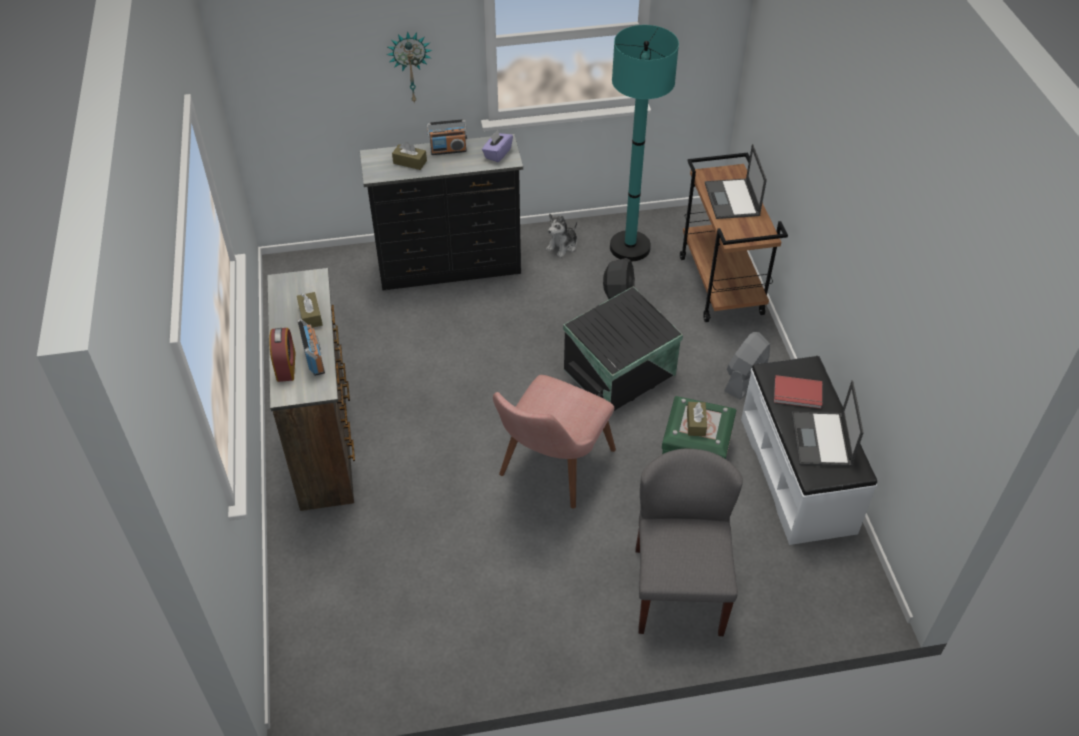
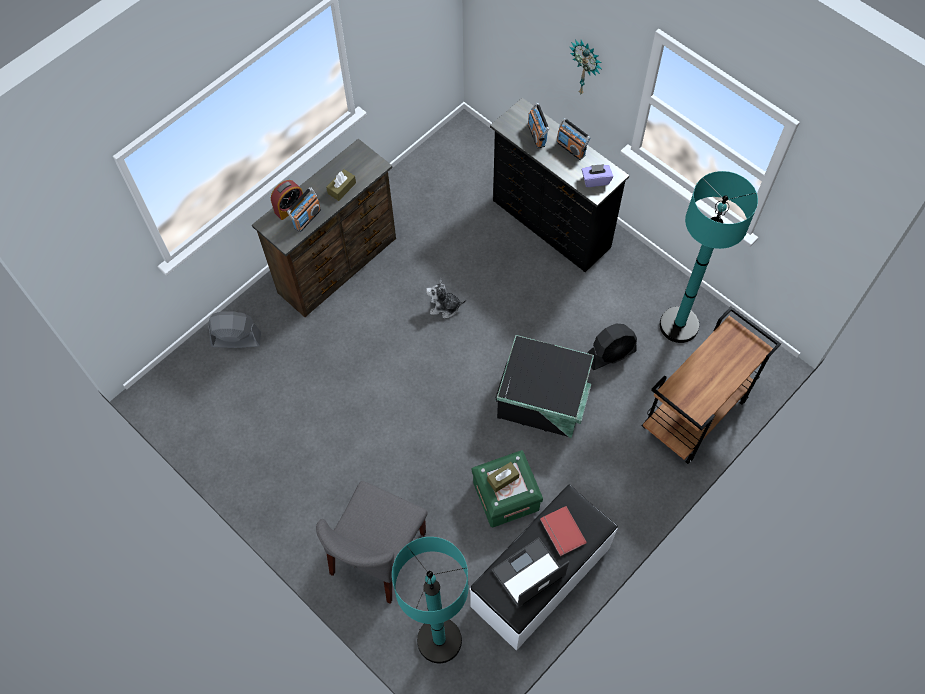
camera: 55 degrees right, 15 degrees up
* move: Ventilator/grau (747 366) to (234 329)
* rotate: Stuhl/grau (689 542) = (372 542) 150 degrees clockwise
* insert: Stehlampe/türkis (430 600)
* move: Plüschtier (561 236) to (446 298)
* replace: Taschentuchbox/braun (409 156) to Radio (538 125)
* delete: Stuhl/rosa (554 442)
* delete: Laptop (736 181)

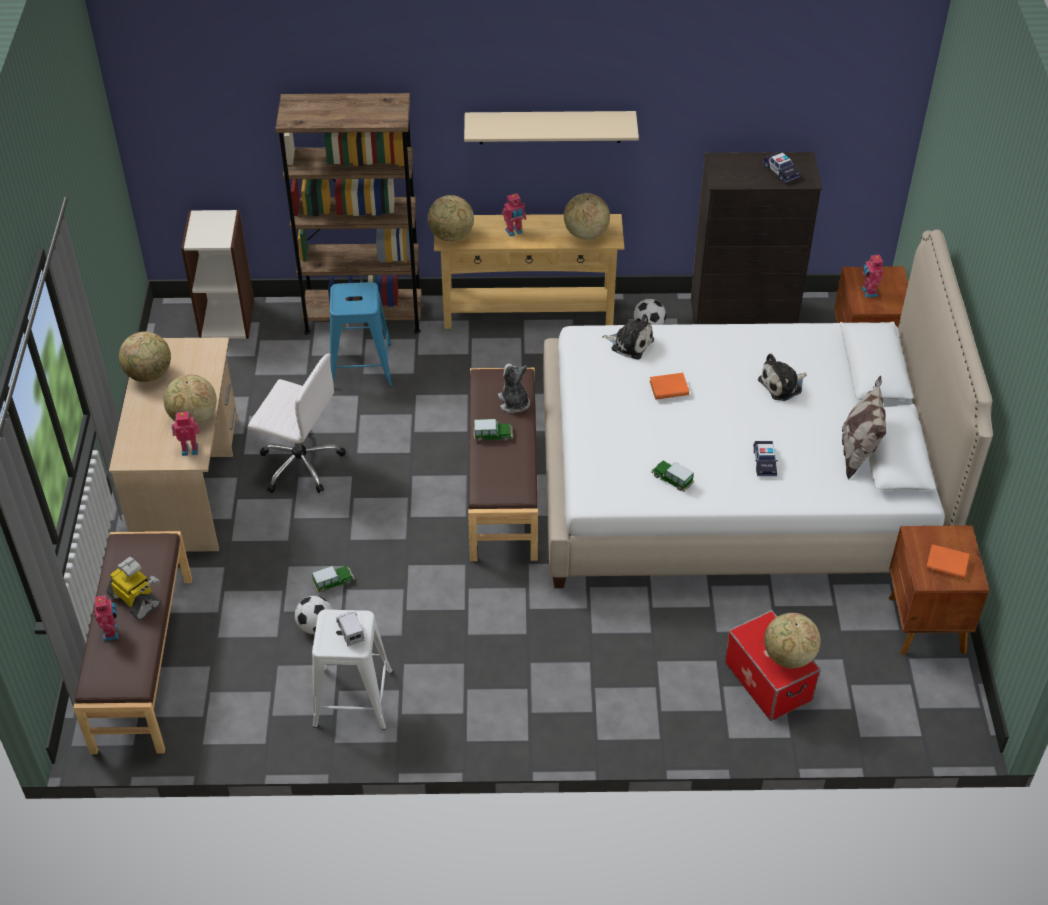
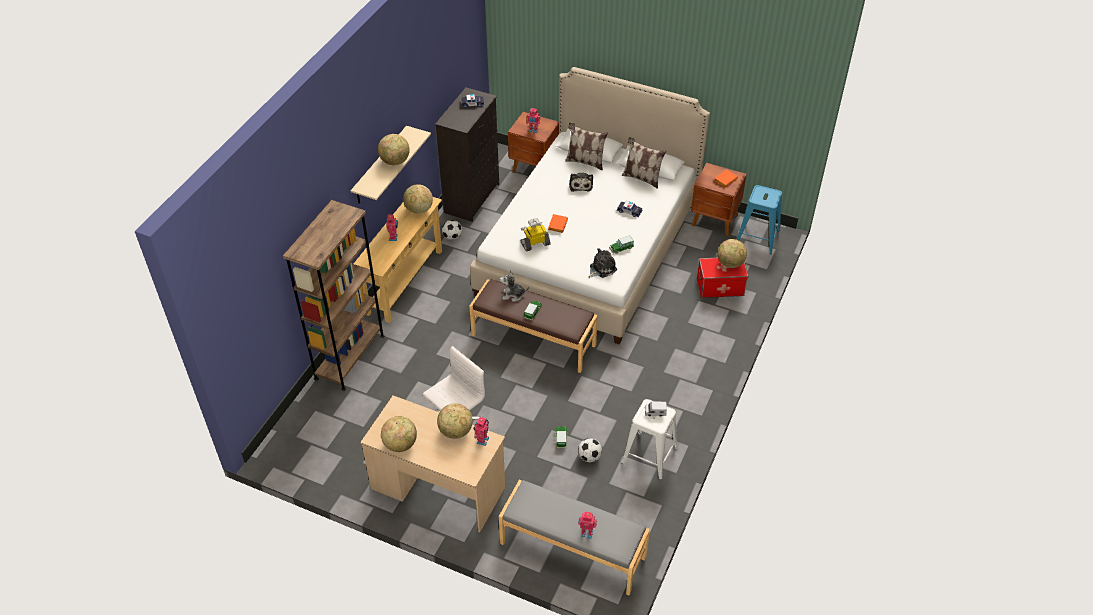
camera: 65 degrees left, 0 degrees up
* move: Globus (451 218) to (394 149)
* recolor: Bank/braun (132 642) to Bank/grau (574 537)
* move: Spielzeugroboter (134 588) to (536 235)
* insert: Kissen (586 146)
* move: Plüschtier (628 337) to (602 263)
* move: Hocker/blau (361 334) to (759 219)
* delete: Bücherregal (217 274)

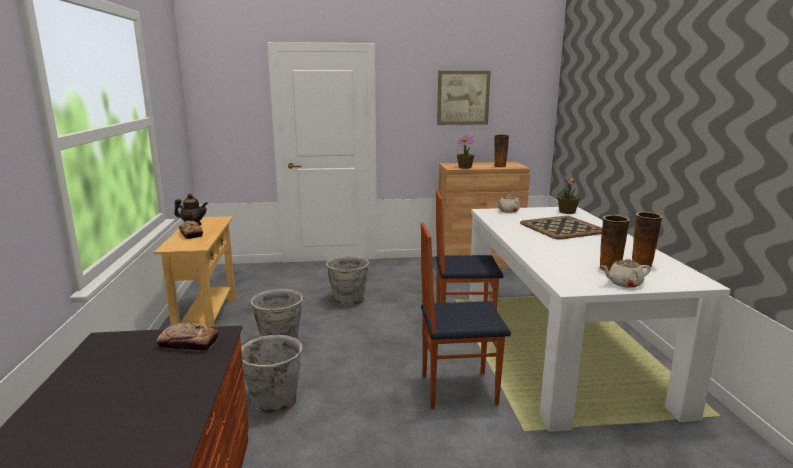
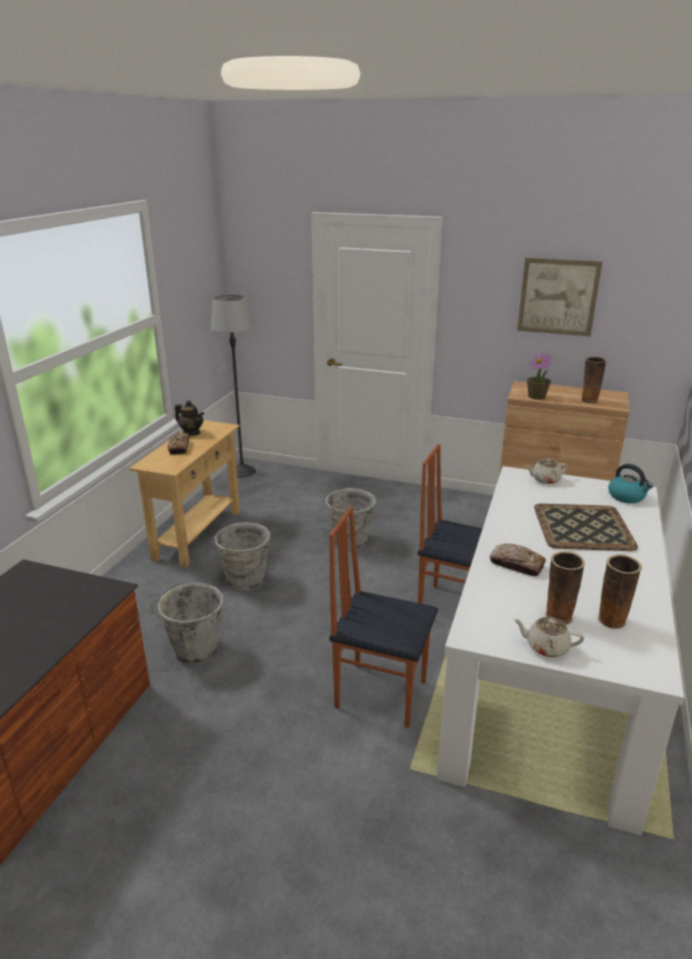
camera: 25 degrees right, 10 degrees up
* insert: Stehlampe (233 386)
* move: Brot (187 337) to (518 560)
* replace: Topfpflanze (569 194) to Wasserkessel (630 483)

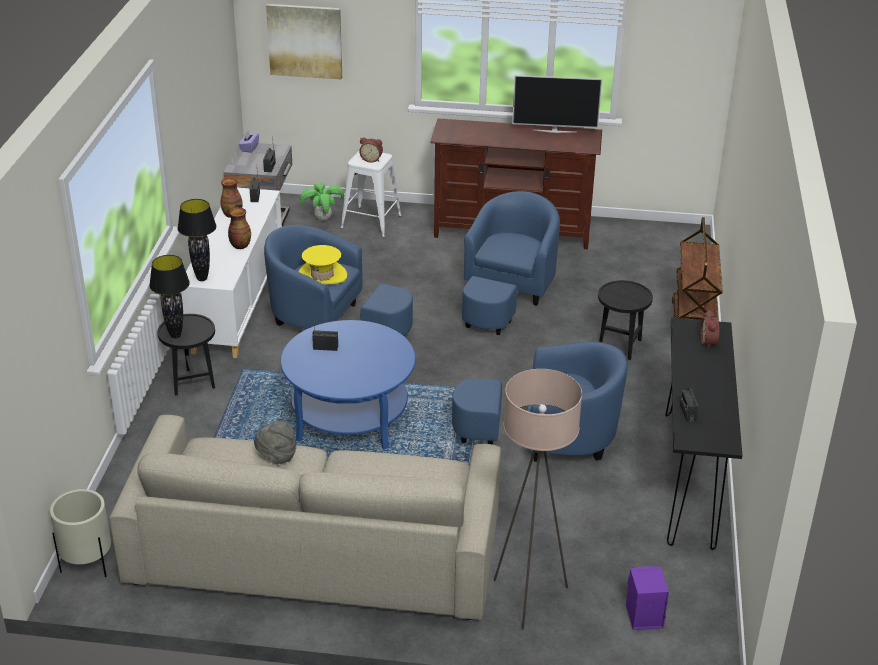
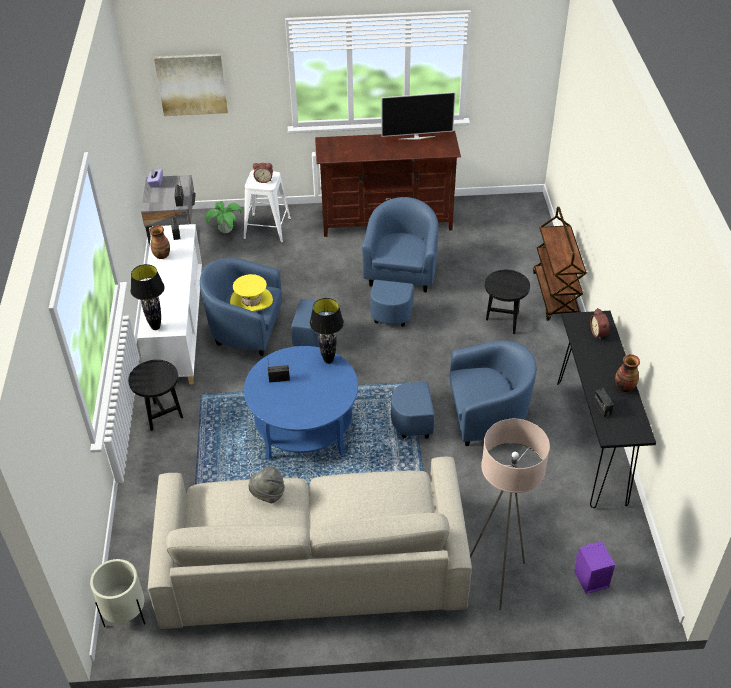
camera: 10 degrees left, 10 degrees up
* move: Tischlampe/schwarz (169 296) to (327 331)
* move: Vase (239 228) to (627 373)

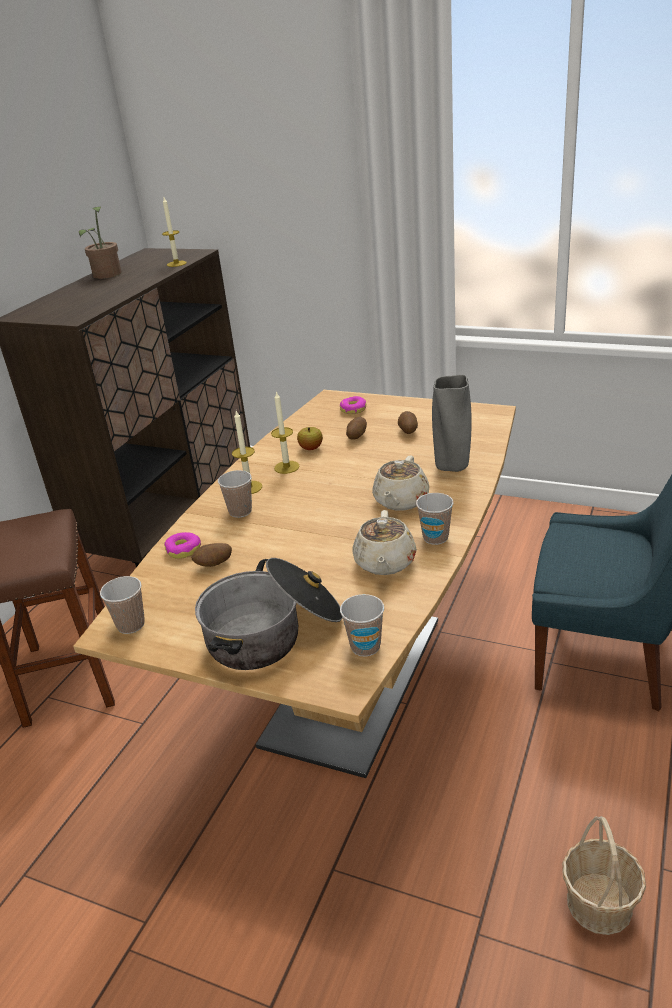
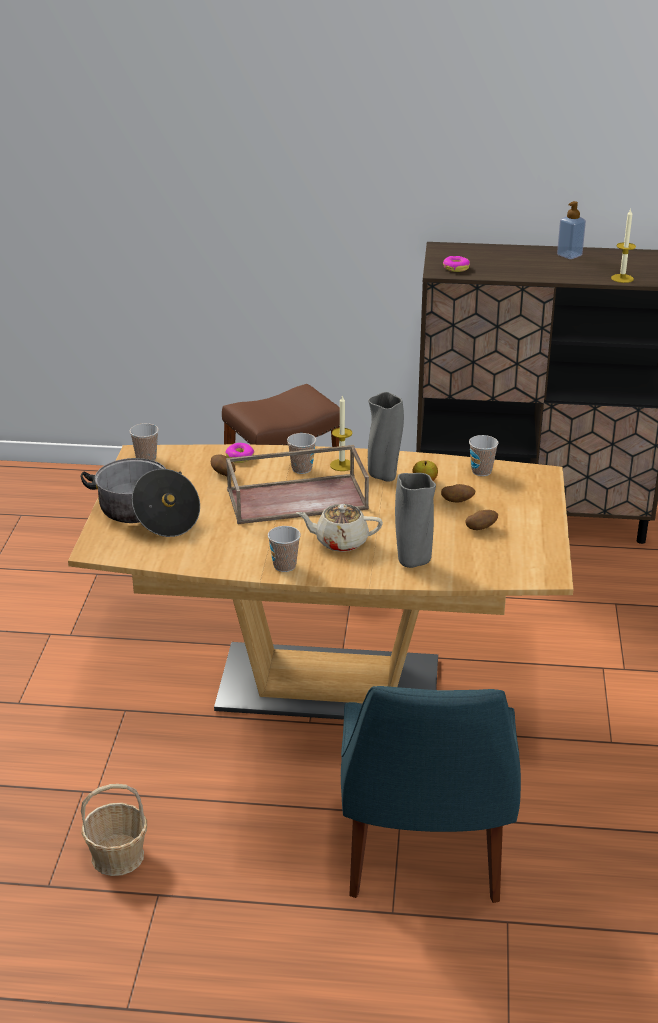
camera: 70 degrees right, 0 degrees up
* insert: Tablett/braun (297 484)
* replace: Kerze (285 432) to Vase/grau (386 437)
* move: Donut (353 405) to (456 264)
* move: Tasse (362 625) to (483 455)
* replace: Topfpflanze (100 243) to Seifenspender (571 230)
* delete: Teekanne/beige (384 542)

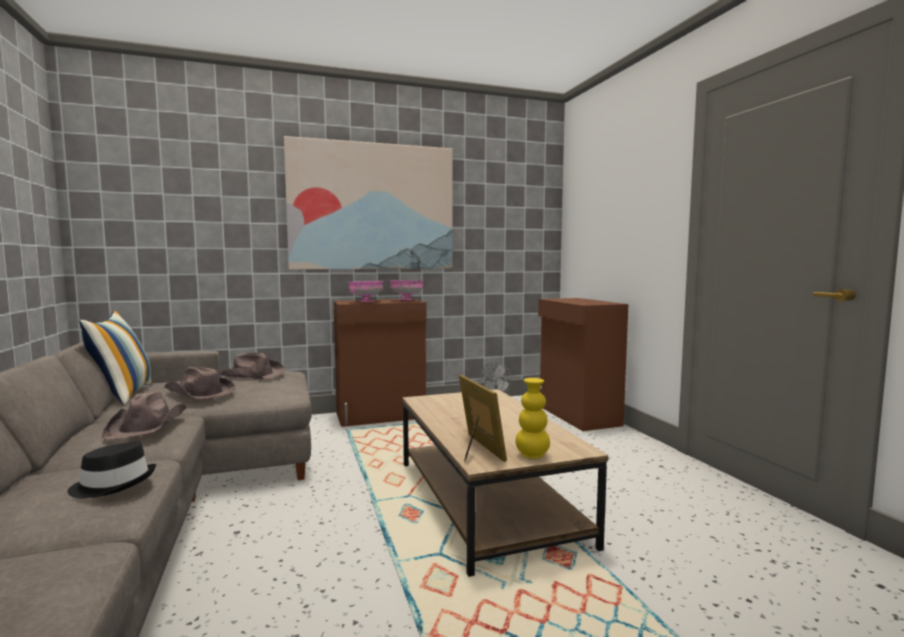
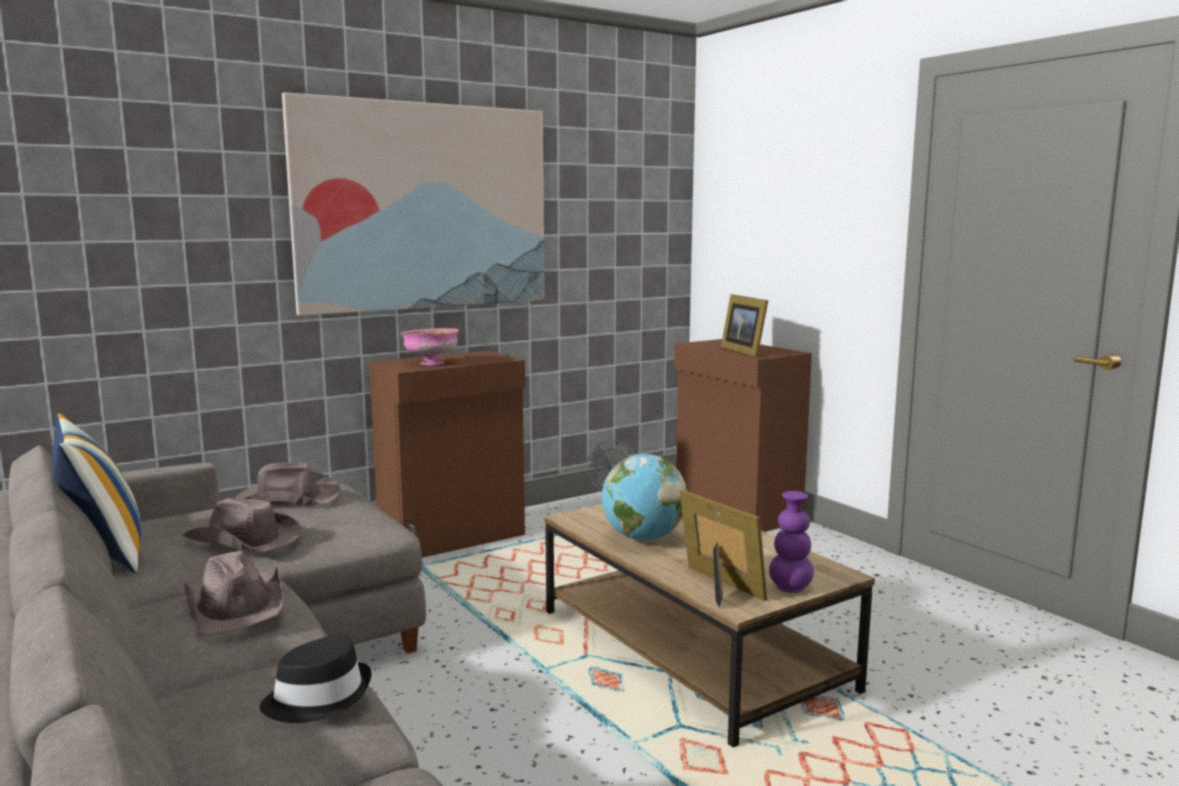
camera: 15 degrees left, 5 degrees up
* insert: Globus (644 497)
* insert: Bilderrahmen (744 326)
* recolor: Vase/gelb (532 418) to Vase/lila (791 542)
* delete: Schüssel/rosa (407 290)

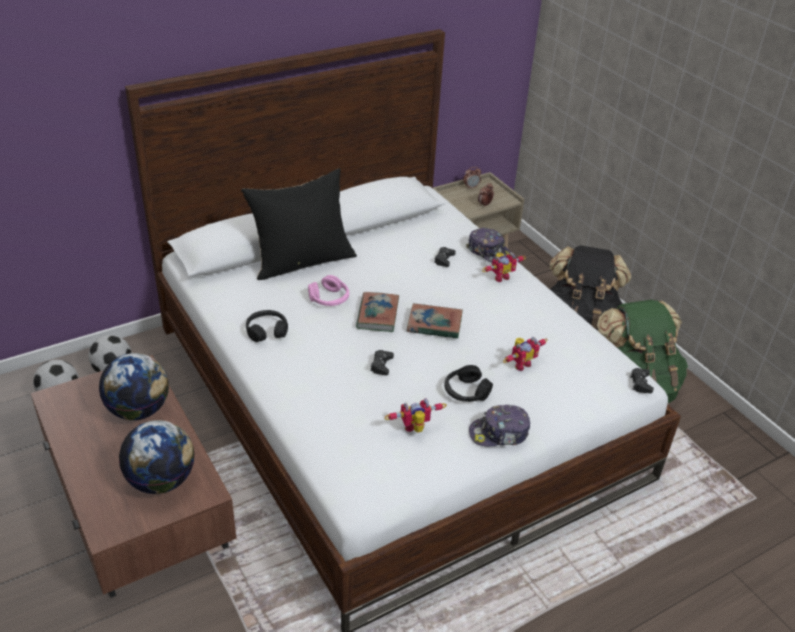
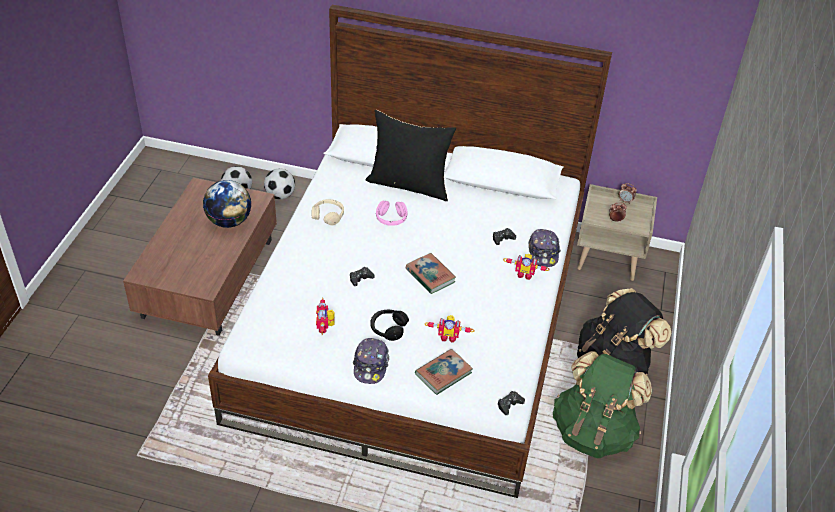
camera: 45 degrees right, 5 degrees up
* recolor: Kopfhörer/schwarz (267 326) to Kopfhörer/beige (327 212)
* rotate: Spielzeugroboter (415 415) = (325 316) 120 degrees counterclockwise
* rotate: Kappe (499 425) = (371 361) 120 degrees counterclockwise
* move: Buch (377 312) to (444 372)
* delete: Globus (157 457)

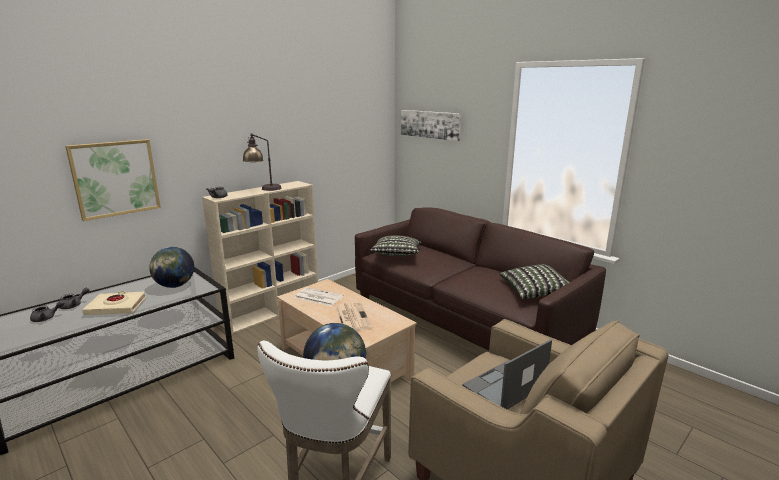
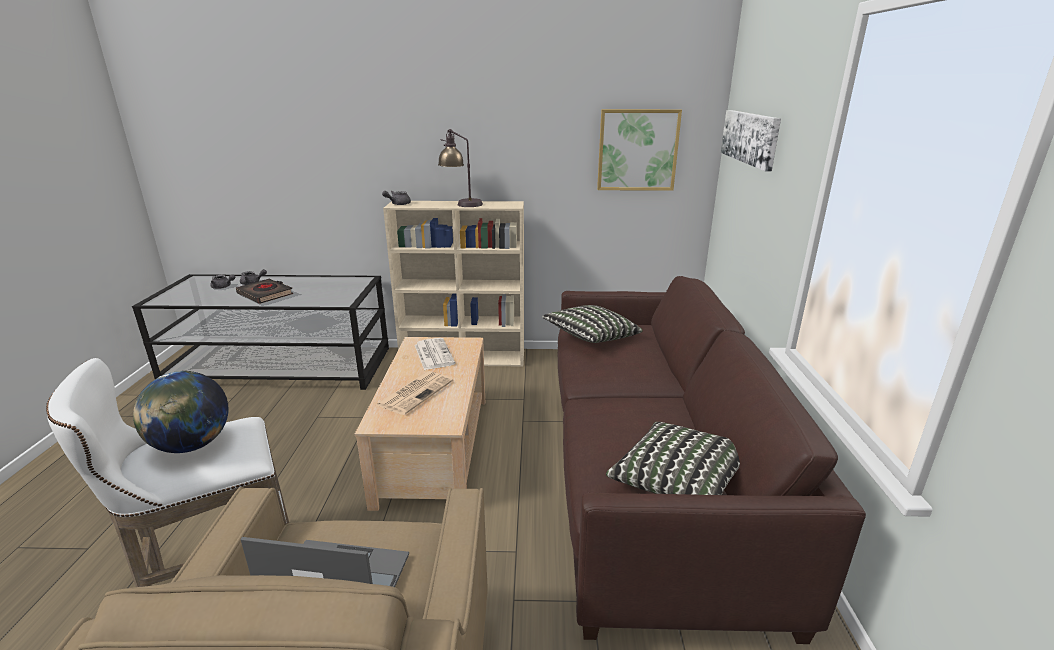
camera: 45 degrees right, 5 degrees up
* recolor: Buch/beige (114 303) to Buch/schwarz (264 291)
* move: Bild (113 180) to (639 150)
* delete: Globus (171 267)

